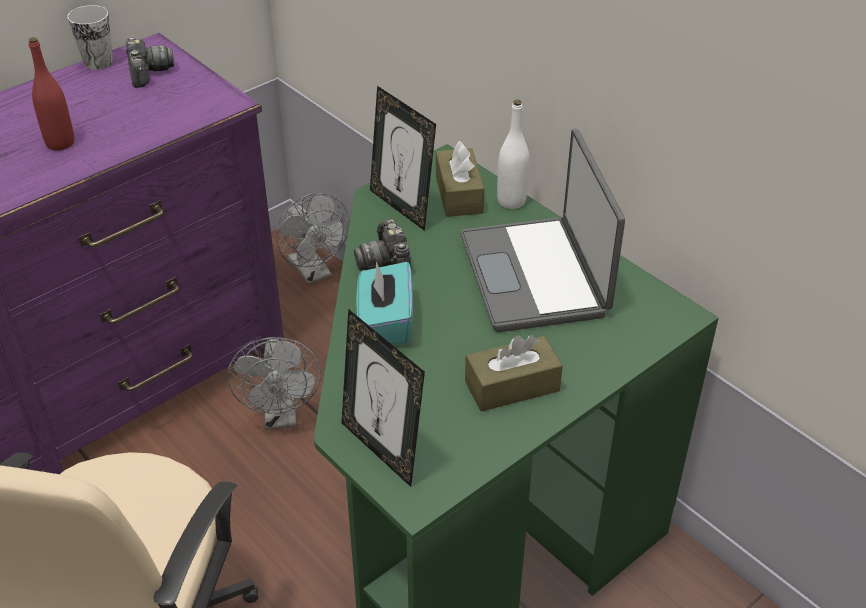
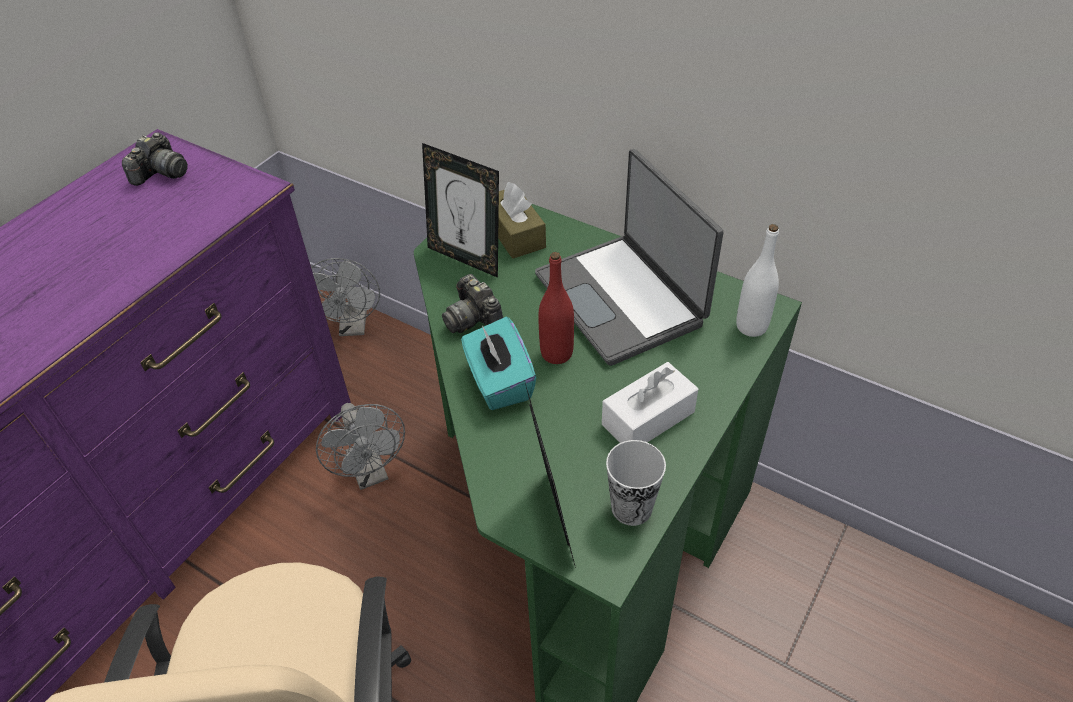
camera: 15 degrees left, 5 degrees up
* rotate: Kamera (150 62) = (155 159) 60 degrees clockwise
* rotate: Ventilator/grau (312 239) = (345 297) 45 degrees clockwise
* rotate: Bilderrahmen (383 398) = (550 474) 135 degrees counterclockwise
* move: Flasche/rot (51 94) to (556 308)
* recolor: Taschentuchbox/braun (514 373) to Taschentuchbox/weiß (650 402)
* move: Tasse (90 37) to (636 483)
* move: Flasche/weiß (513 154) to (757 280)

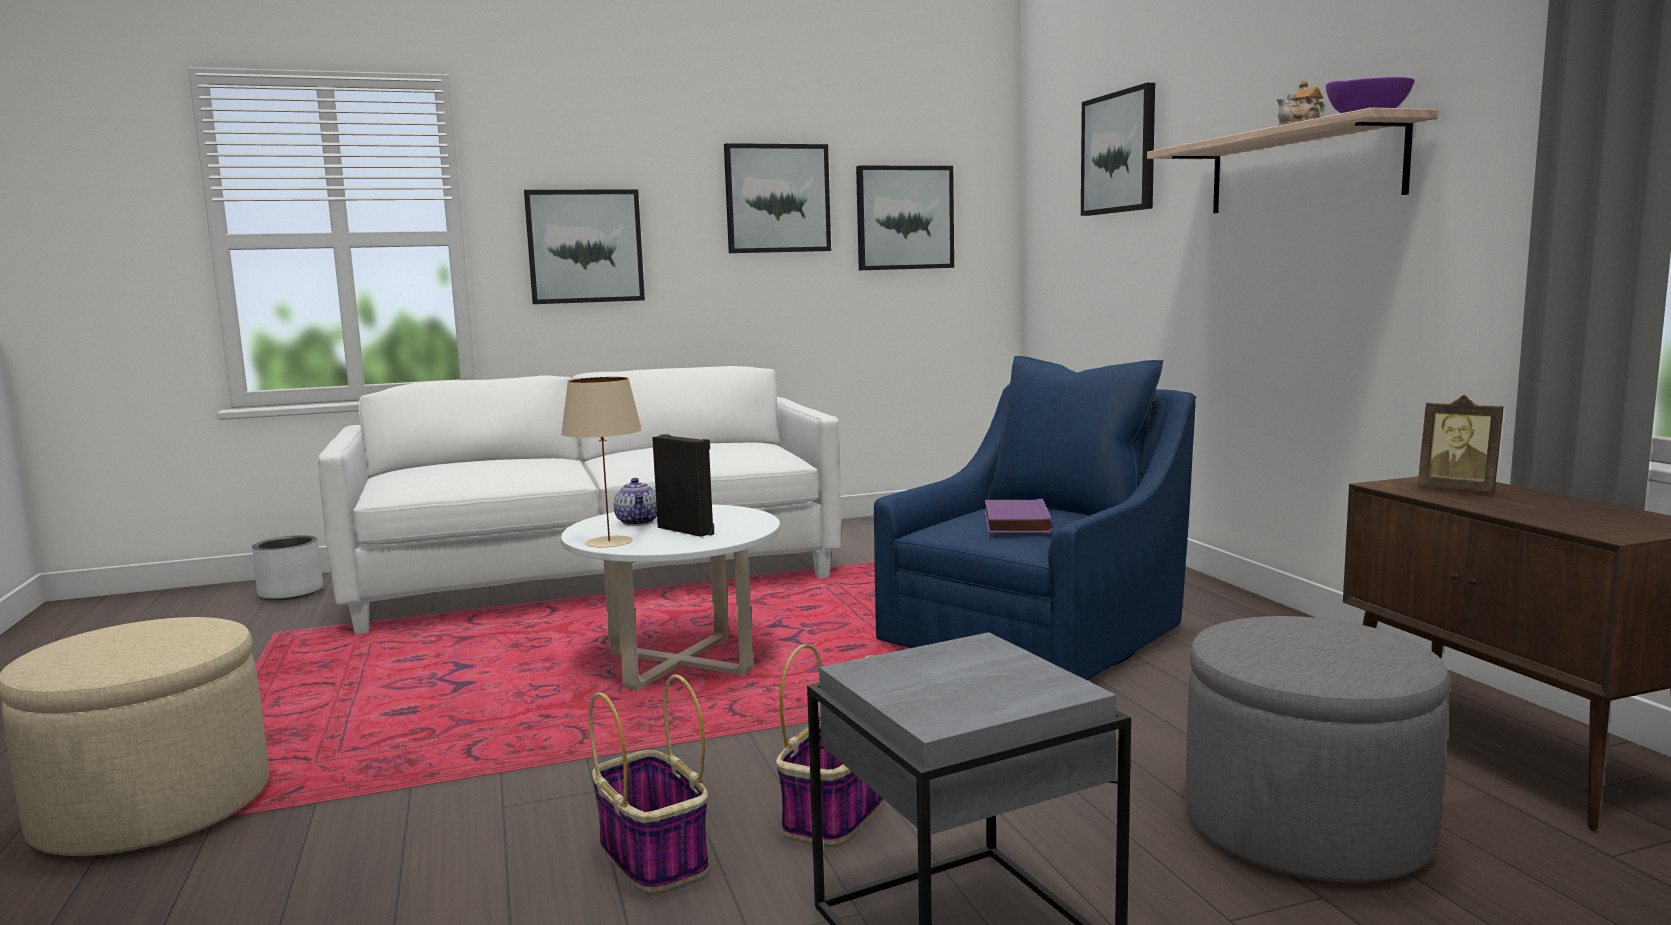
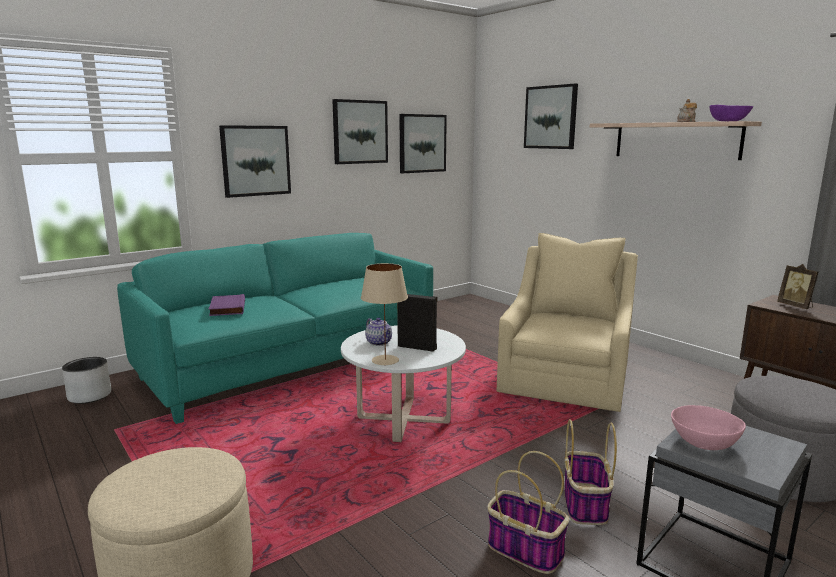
camera: 20 degrees left, 5 degrees up
* recolor: Sofa/weiß (579 500) to Sofa/türkis (275 328)
* move: Buch/lila (1019 516) to (227 305)
* recolor: Sessel/blau (1035 518) to Sessel/beige (567 322)
* insert: Schüssel/rosa (708 427)
* rotate: Bilderrahmen (1460 443) = (797 286) 45 degrees clockwise

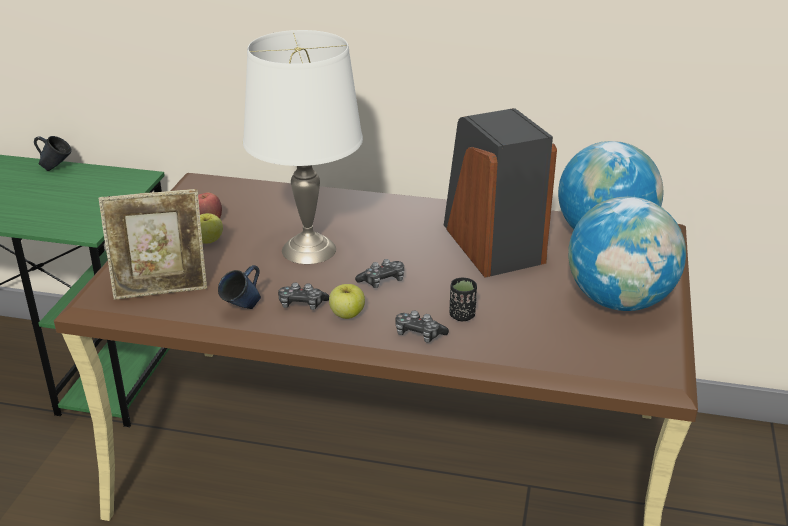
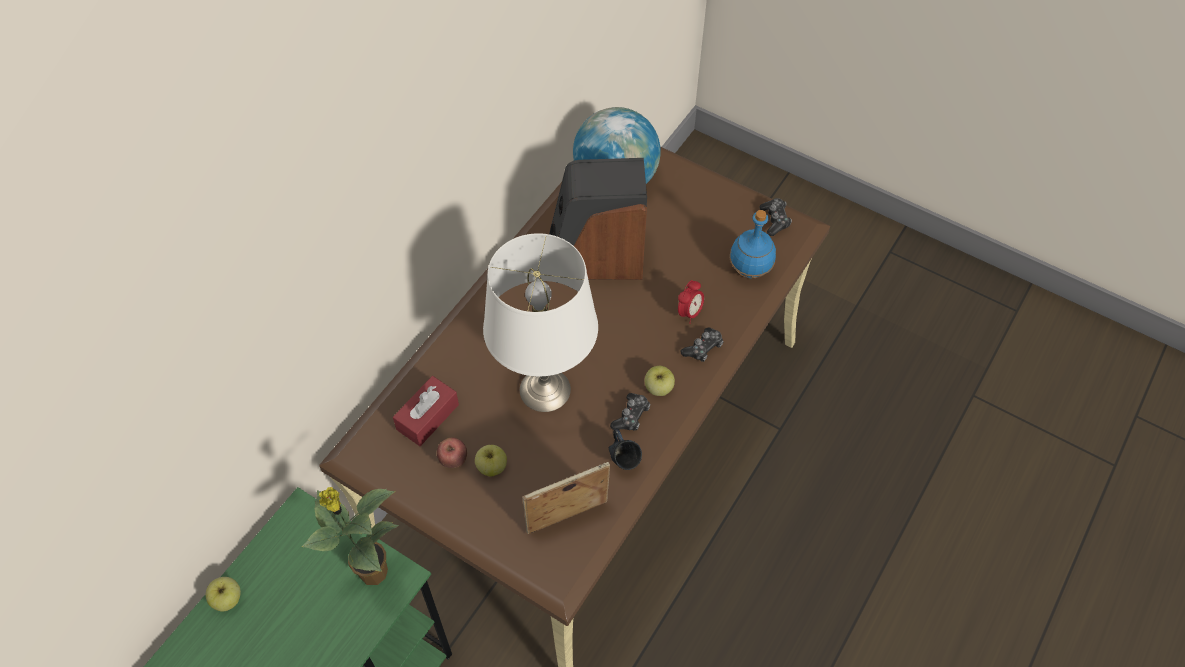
camera: 70 degrees left, 25 degrees up
* replace: Henkelbecher/blau (53 153) to Apfel (223 594)
* insert: Topfpflanze (350 536)
* insert: Taschentuchbox/rot (426 411)
* rotate: Bilderrahmen (153 244) = (566 498) 120 degrees counterclockwise
* replace: Tasse/schwarz (463 299) to Wecker (691 302)
* insert: Flasche/blau (753 244)
* move: Gamepad (379 273) to (776 217)
* delete: Globus (627 254)

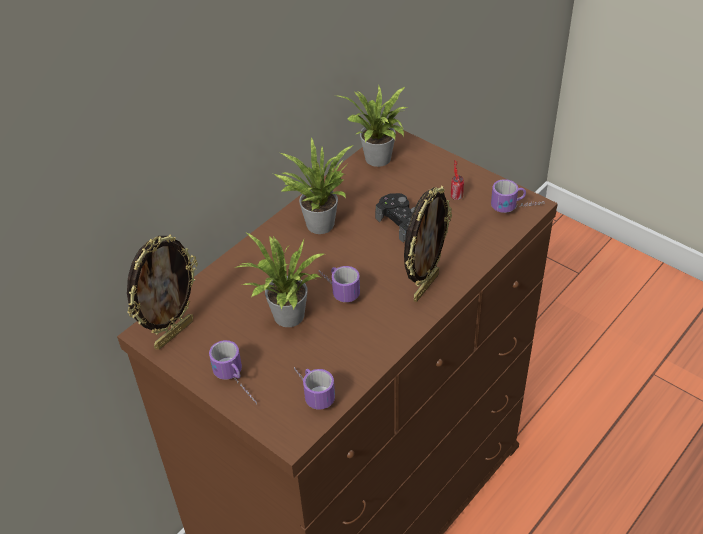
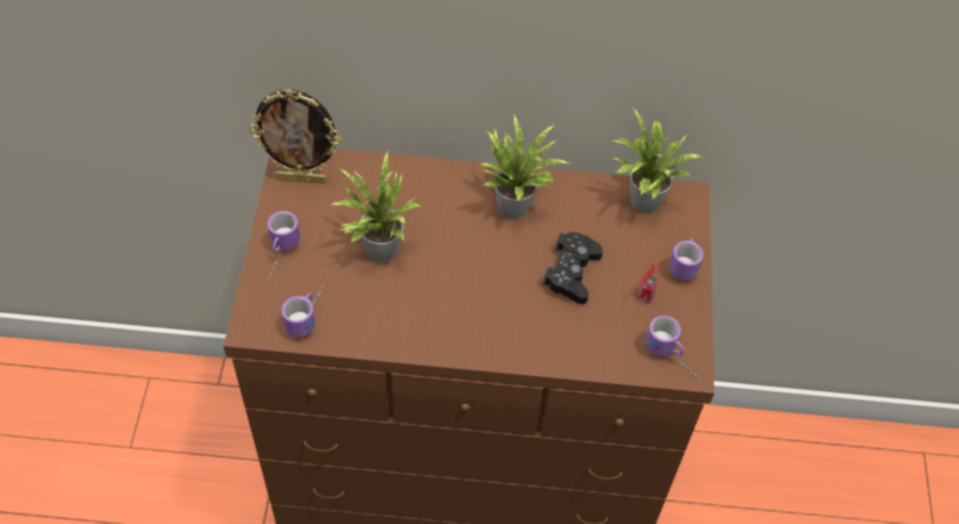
camera: 50 degrees right, 10 degrees up
* move: Henkelbecher (339 284) to (686 256)
* delete: Bilderrahmen (428 244)

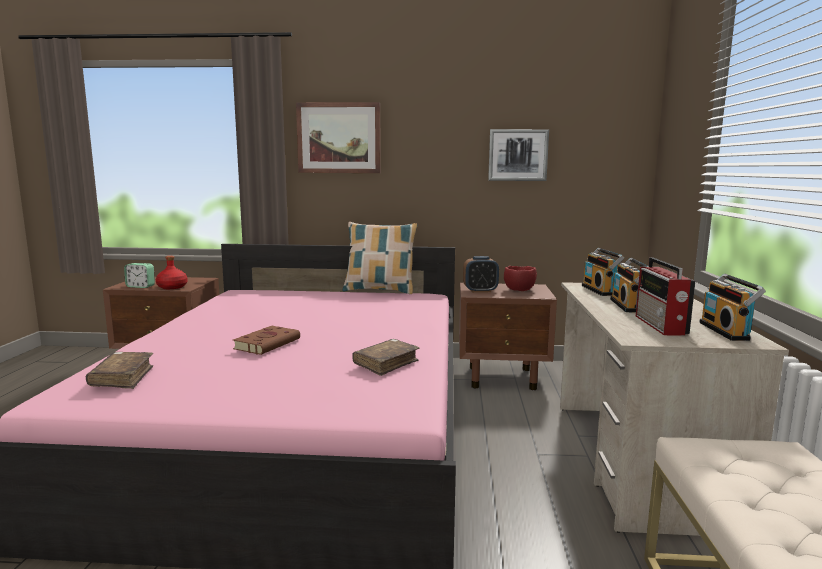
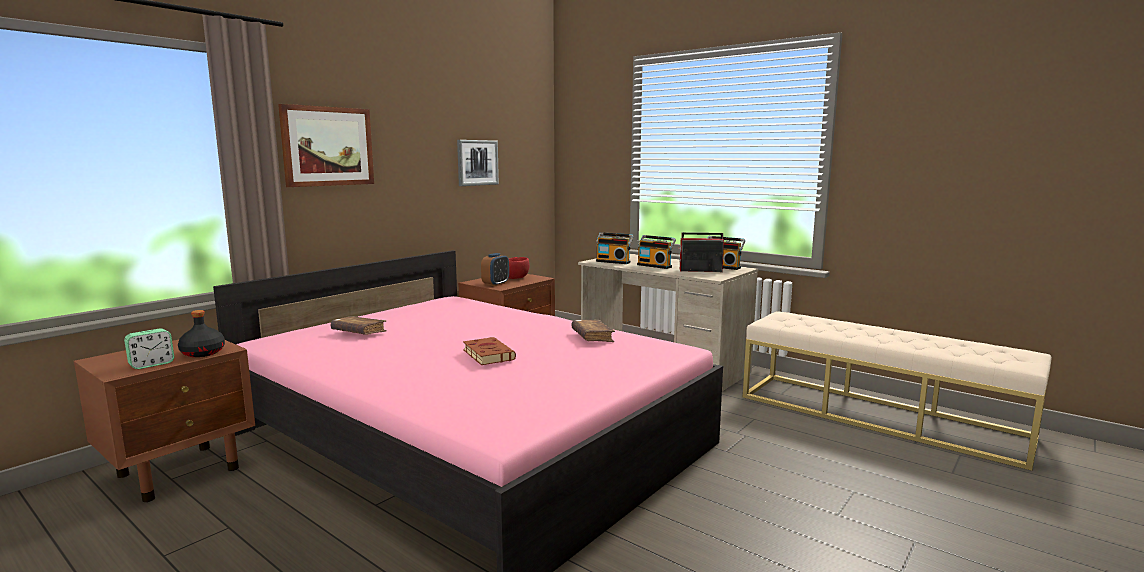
camera: 55 degrees left, 0 degrees up
* recolor: Flasche/rot (172 272) to Flasche/schwarz (201 333)
* move: Buch/braun (119 370) to (359 325)
* rotate: Radio (665 296) = (701 252) 150 degrees clockwise
* delete: Kissen (380 258)

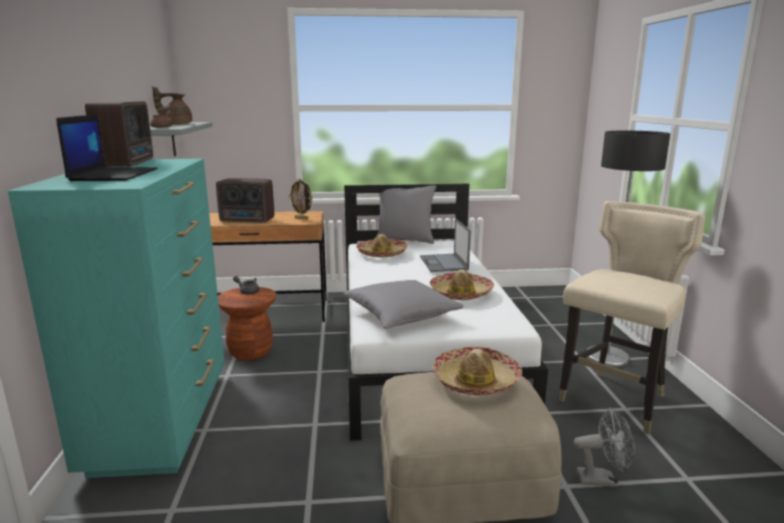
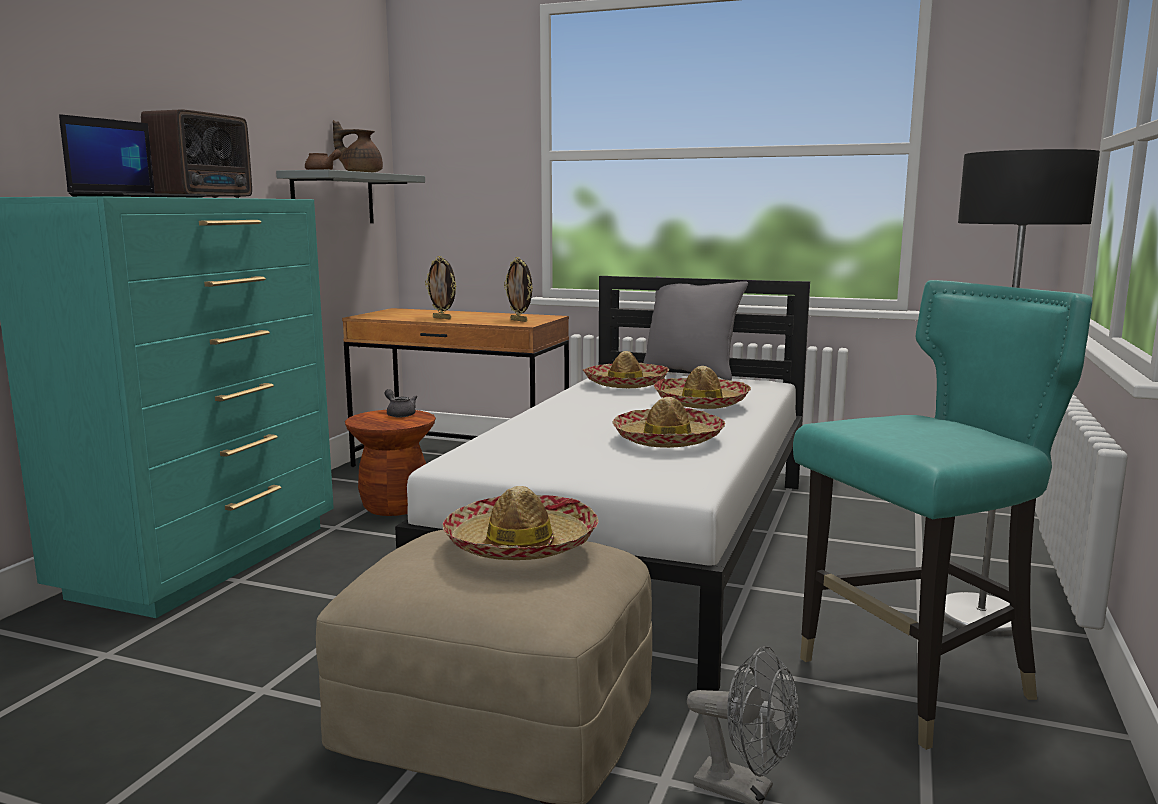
camera: 25 degrees right, 5 degrees down
* replace: Radio (245 200) to Bilderrahmen (440 287)
* replace: Laptop (445 245) to Hut (702 387)
* recolor: Stuhl/beige (632 317) to Stuhl/türkis (943 515)
* delete: Kissen/grau (404 304)

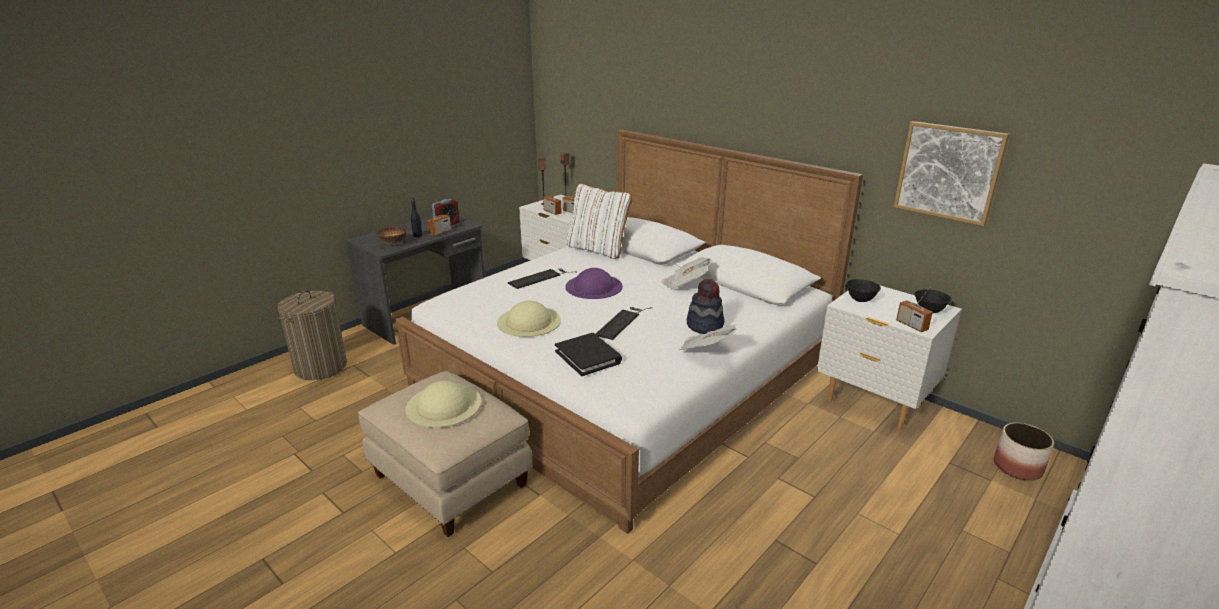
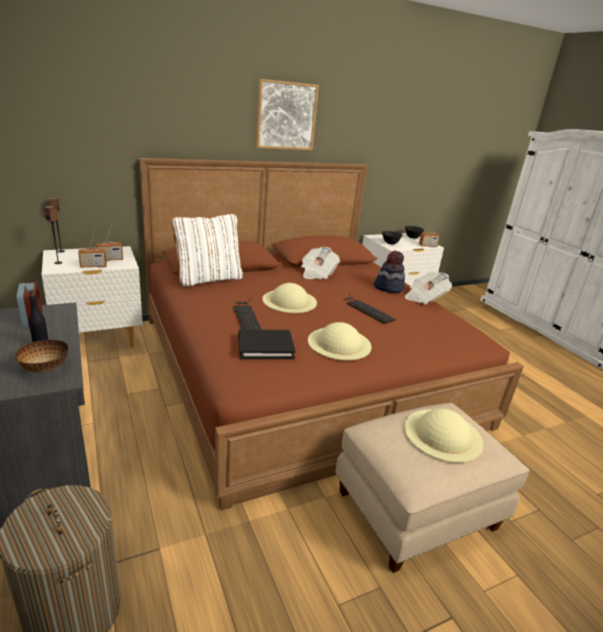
camera: 70 degrees left, 0 degrees up
* recolor: Bett/weiß (629 331) to Bett/braun (331 334)
* move: Buch/schwarz (588 354) to (266 344)
* move: Bild (951 173) to (287 114)
* recolor: Hut/lila (594 283) to Hut/beige (290 298)
* delete: Radio (439 217)
* delete: Pflanzkübel (1024 452)

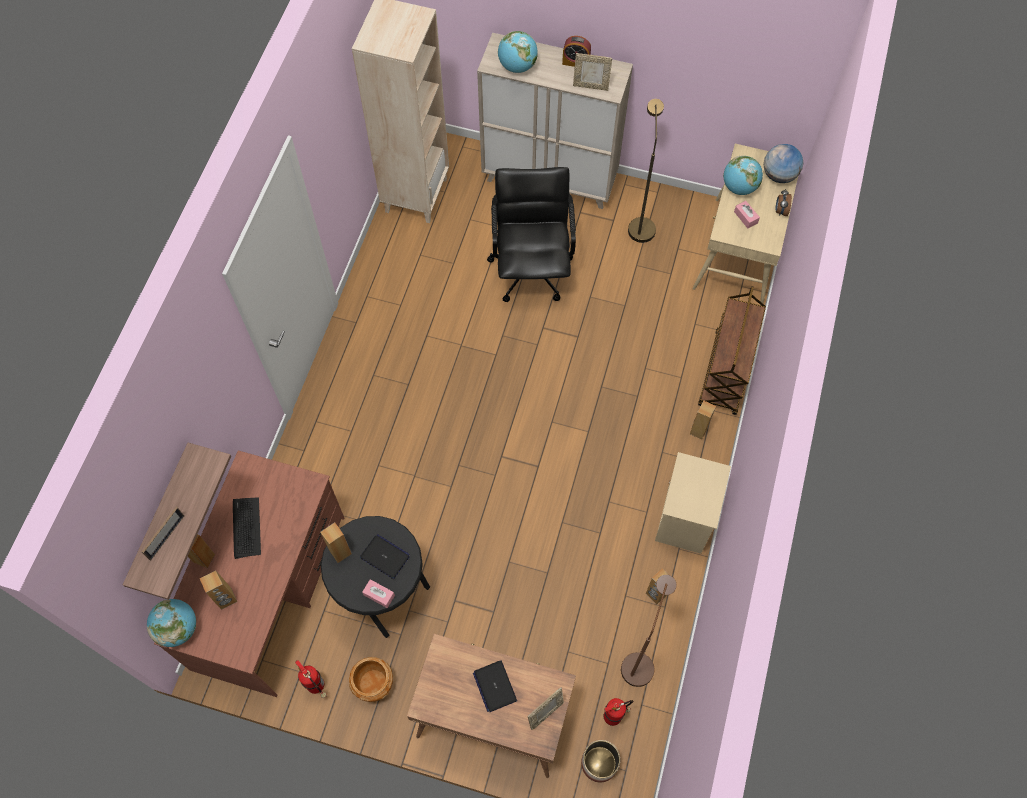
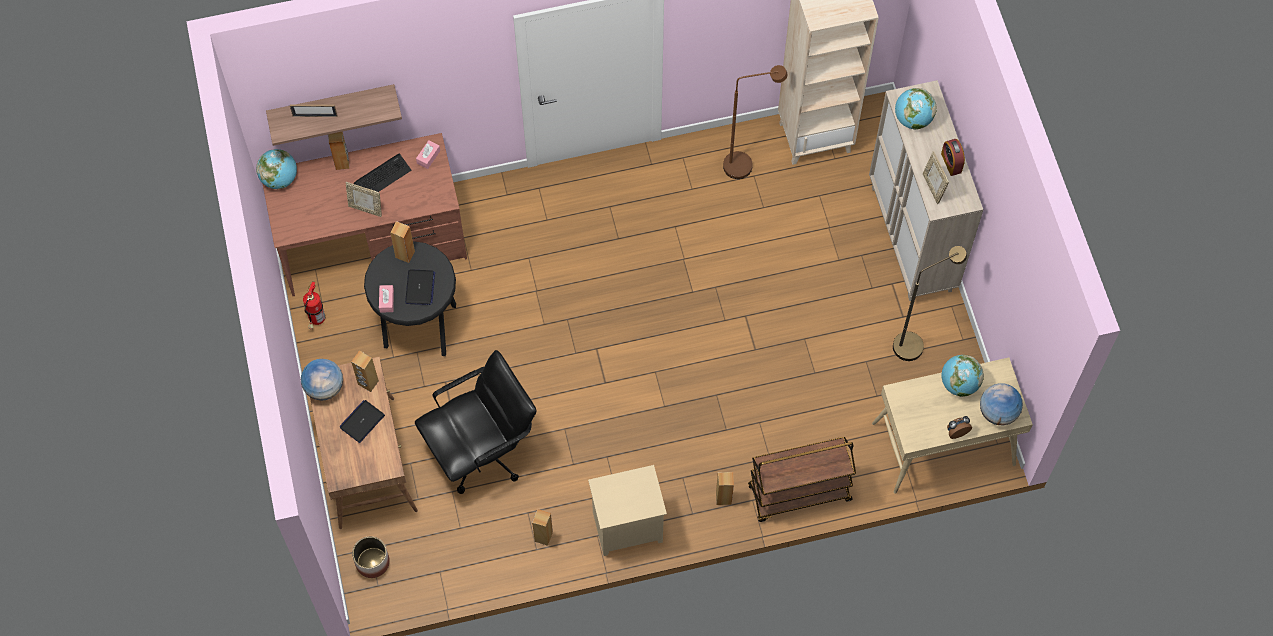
camera: 60 degrees right, 0 degrees up
* insert: Globus (322 380)
* move: Bilderrahmen (546 708) to (364 199)
* move: Lautsprecher/braun (218 590) to (365 371)
* move: Bürostuhl/schwarz (531 234) to (475 422)
* move: Taschentuchbox/rosa (747 214) to (428 154)
* move: Stehlampe/braun (649 631) to (755 122)
* delete: Pflanzkübel/braun (371 679)
* delete: Feuerlöscher (619 712)

